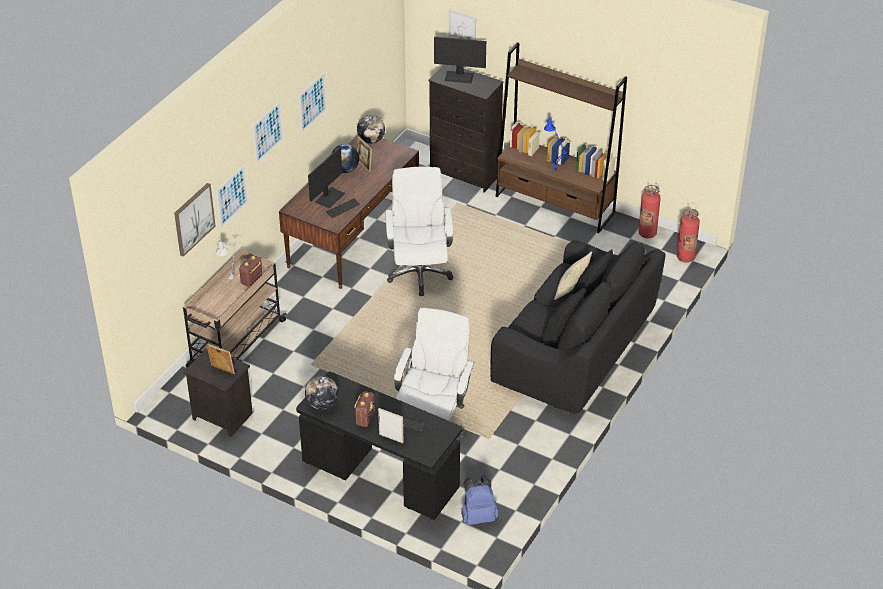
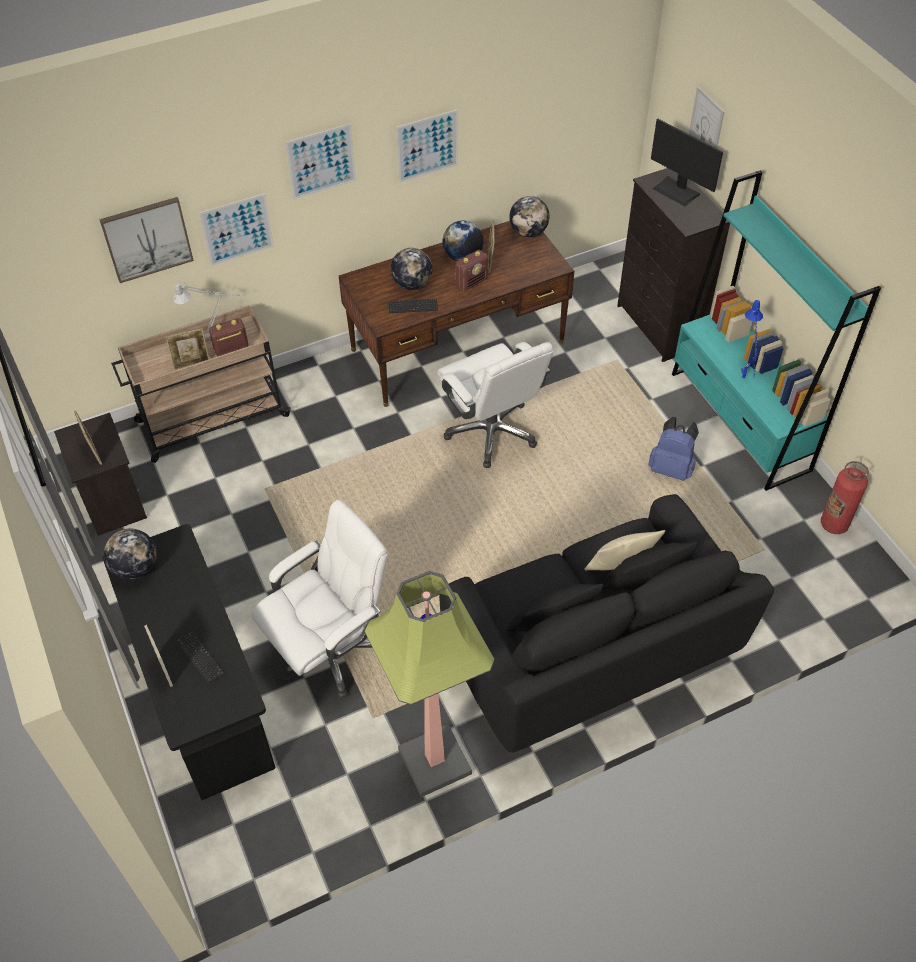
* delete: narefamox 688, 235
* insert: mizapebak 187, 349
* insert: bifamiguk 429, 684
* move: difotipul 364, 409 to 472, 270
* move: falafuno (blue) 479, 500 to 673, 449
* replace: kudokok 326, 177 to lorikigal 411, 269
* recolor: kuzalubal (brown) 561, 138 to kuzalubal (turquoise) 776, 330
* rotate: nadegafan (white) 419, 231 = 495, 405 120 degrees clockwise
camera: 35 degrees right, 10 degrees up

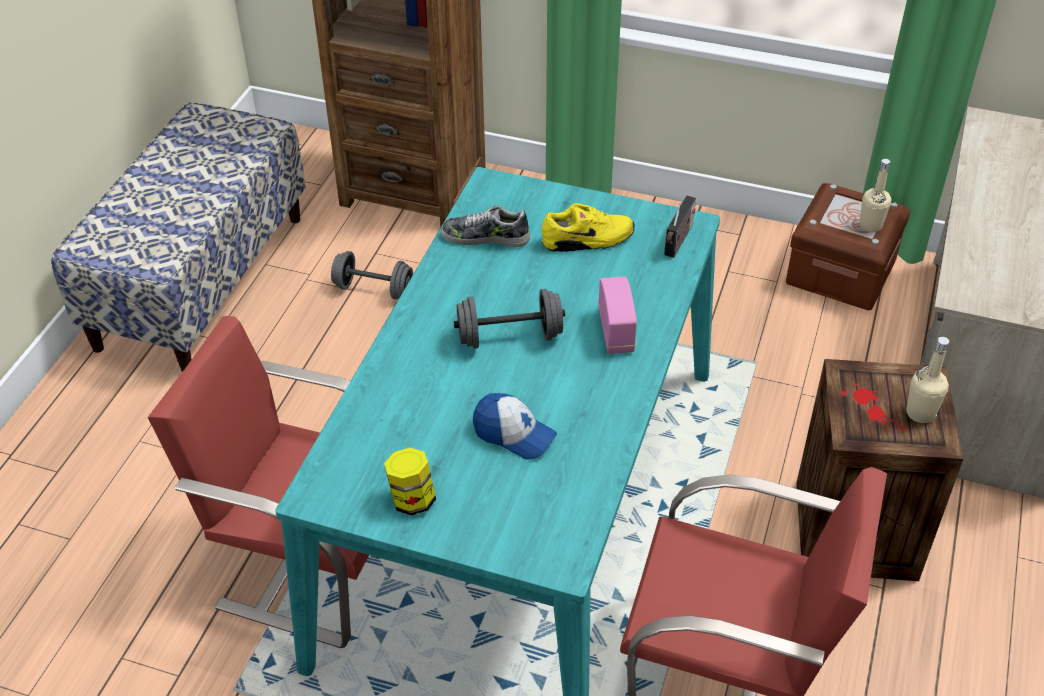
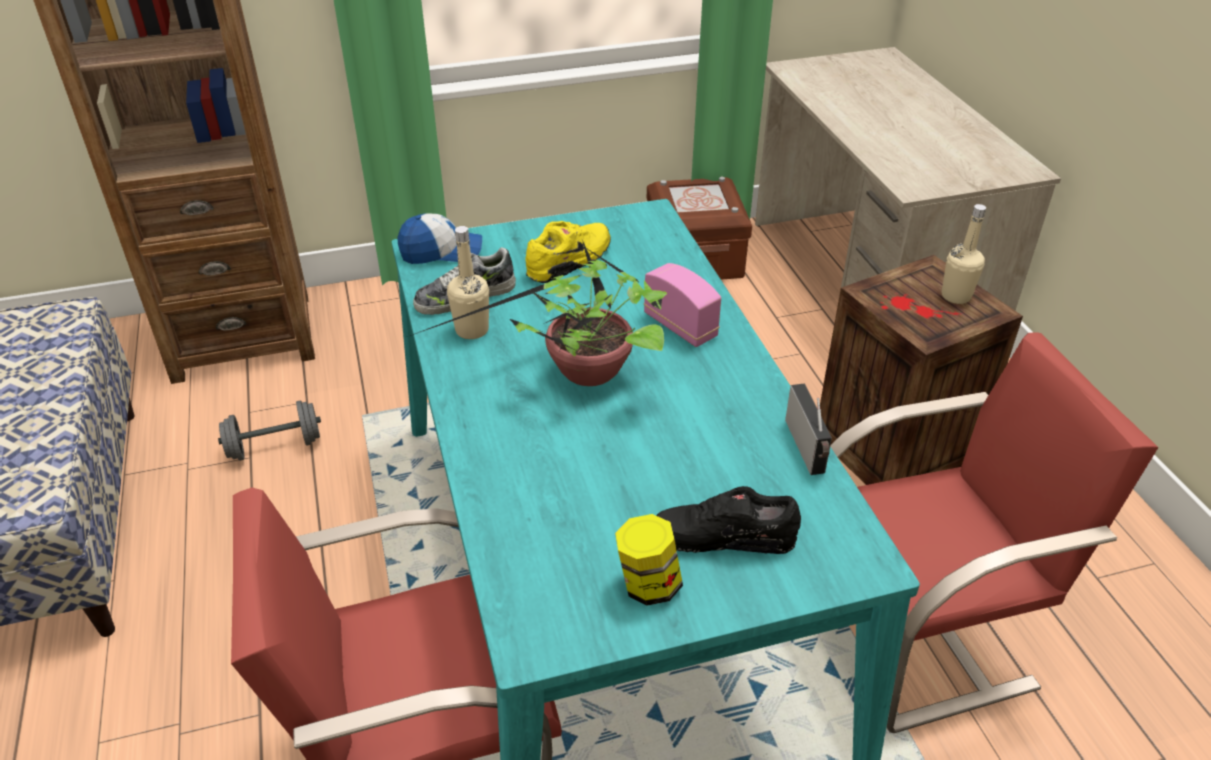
* insert: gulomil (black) 728, 520
* move: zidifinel 515, 426 to 439, 239
* move: difotipul 680, 226 to 808, 429
* move: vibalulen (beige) 875, 195 to 468, 282
* replace: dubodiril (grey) 509, 319 to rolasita 538, 313
camera: 35 degrees left, 5 degrees down

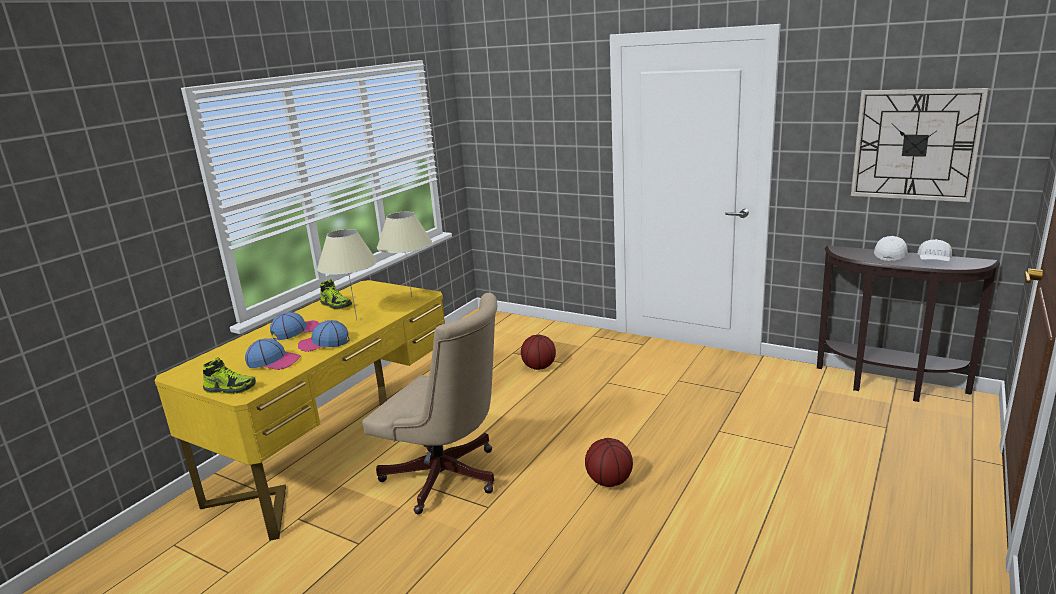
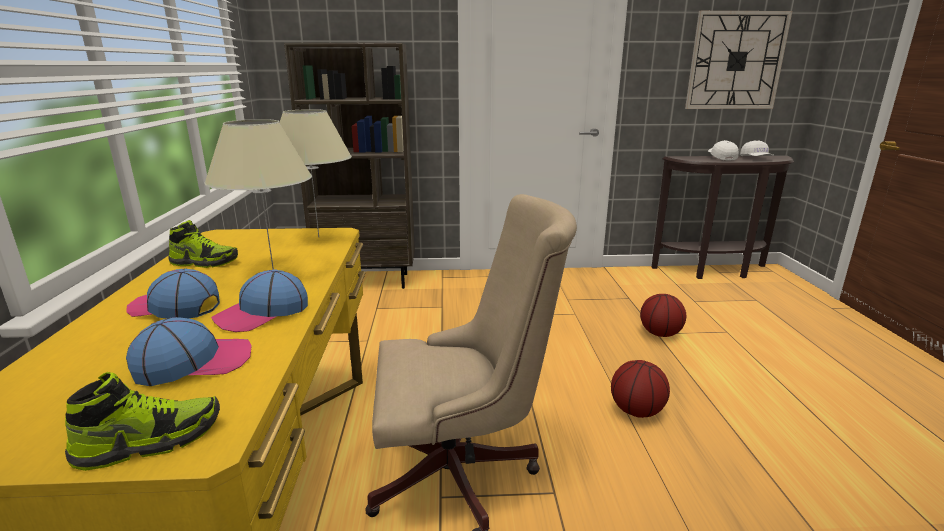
* insert: kuzalubal (brown) 349, 166
* move: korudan 538, 352 to 663, 315
* rotate: zidifinel 295, 326 = 173, 294 90 degrees counterclockwise
camera: 35 degrees left, 0 degrees up

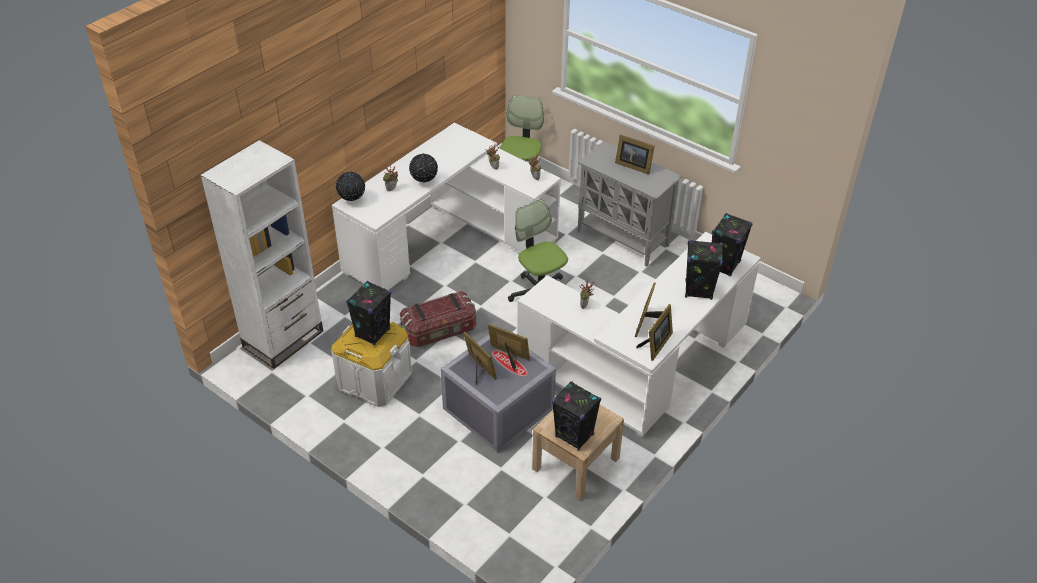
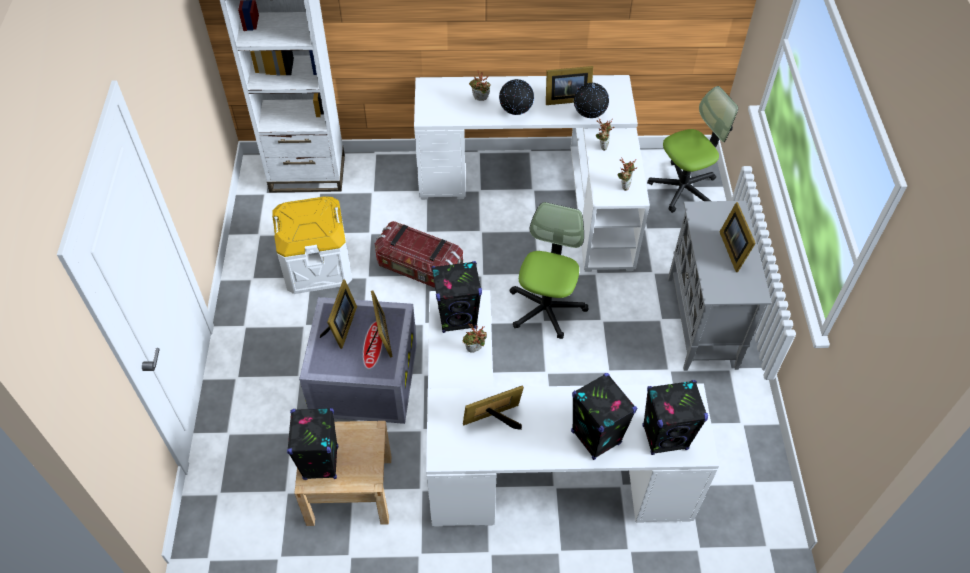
* move: lorikigal 350, 186 to 591, 100
* move: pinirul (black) 368, 313 to 457, 297
* move: mizapebak 654, 332 to 569, 85
camera: 50 degrees right, 10 degrees up

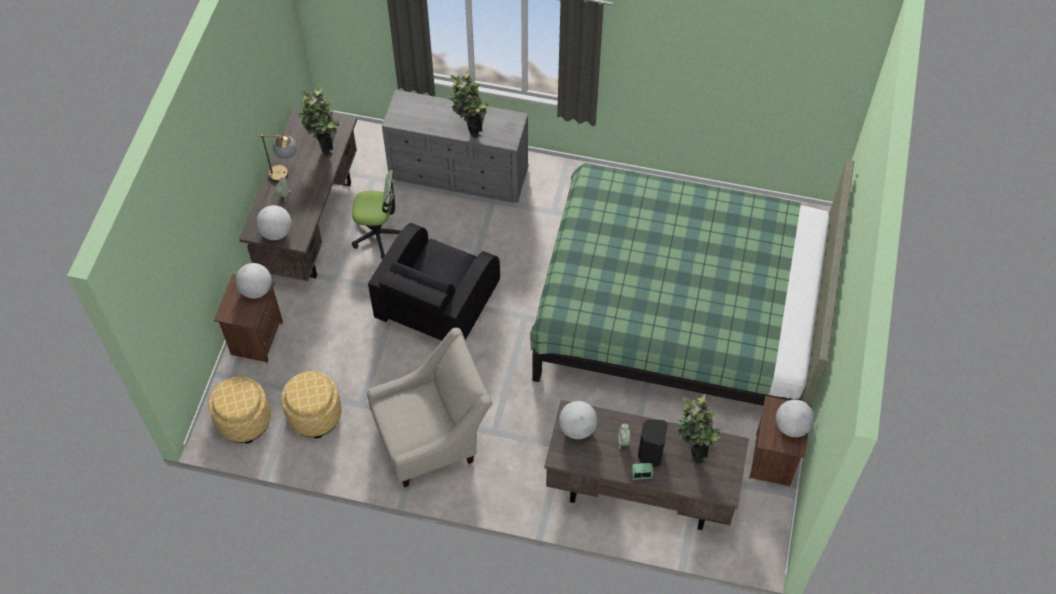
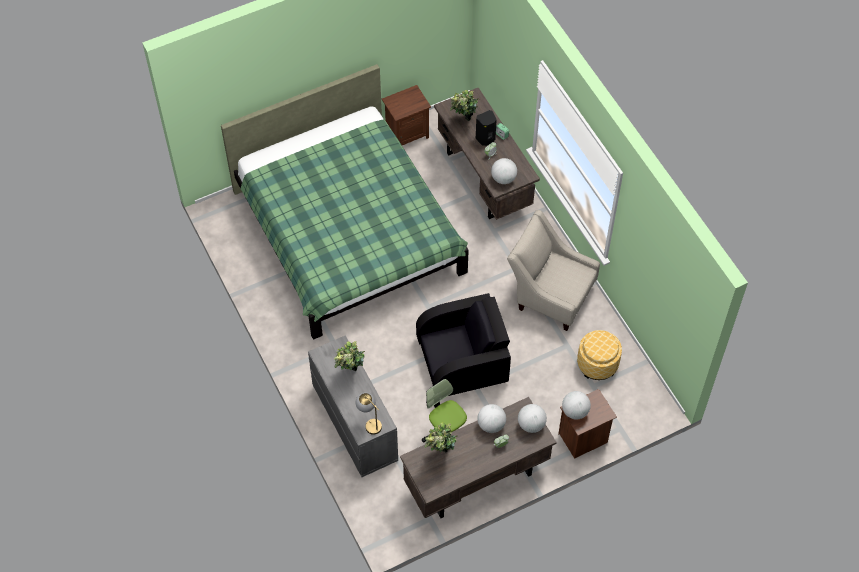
* delete: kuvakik 240, 410
* move: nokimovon 276, 158 to 369, 413
* move: lorikigal 795, 418 to 491, 418
camera: 130 degrees left, 0 degrees up

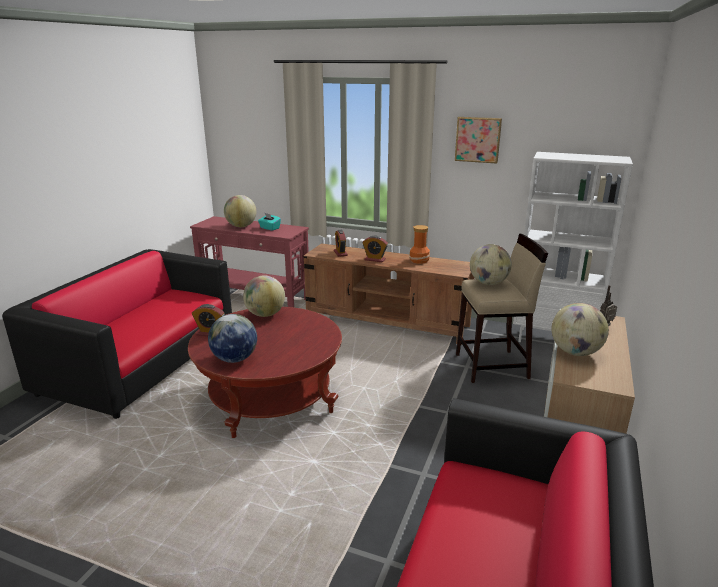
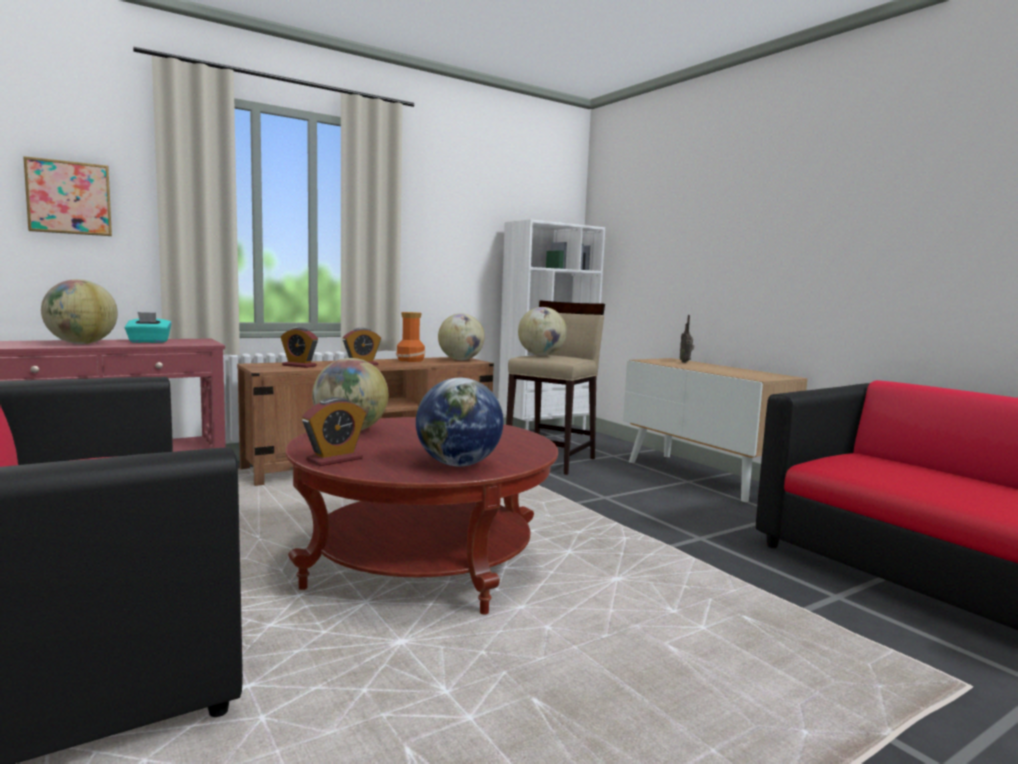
* move: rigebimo 478, 140 to 67, 196
* move: lorikigal 580, 329 to 461, 336
camera: 55 degrees left, 15 degrees down

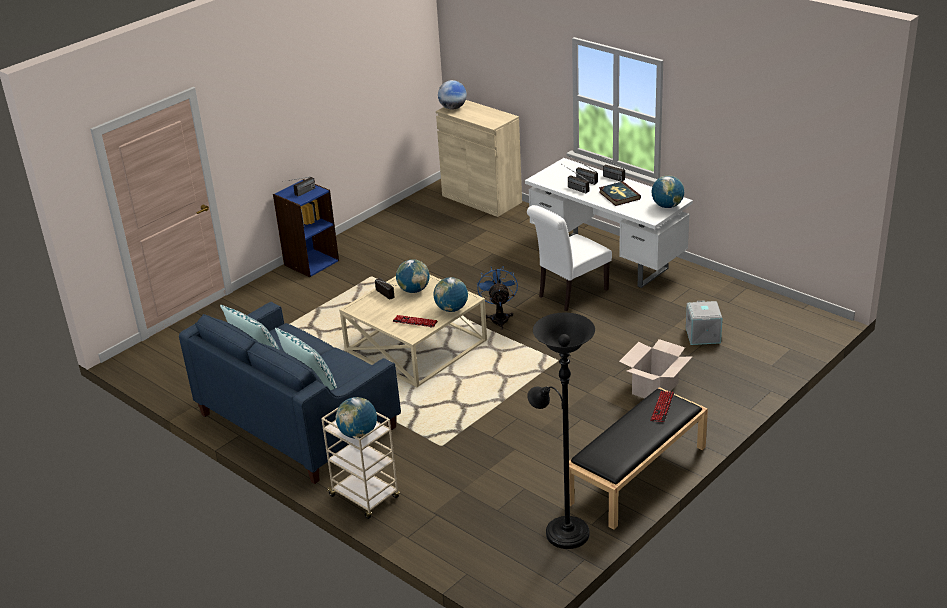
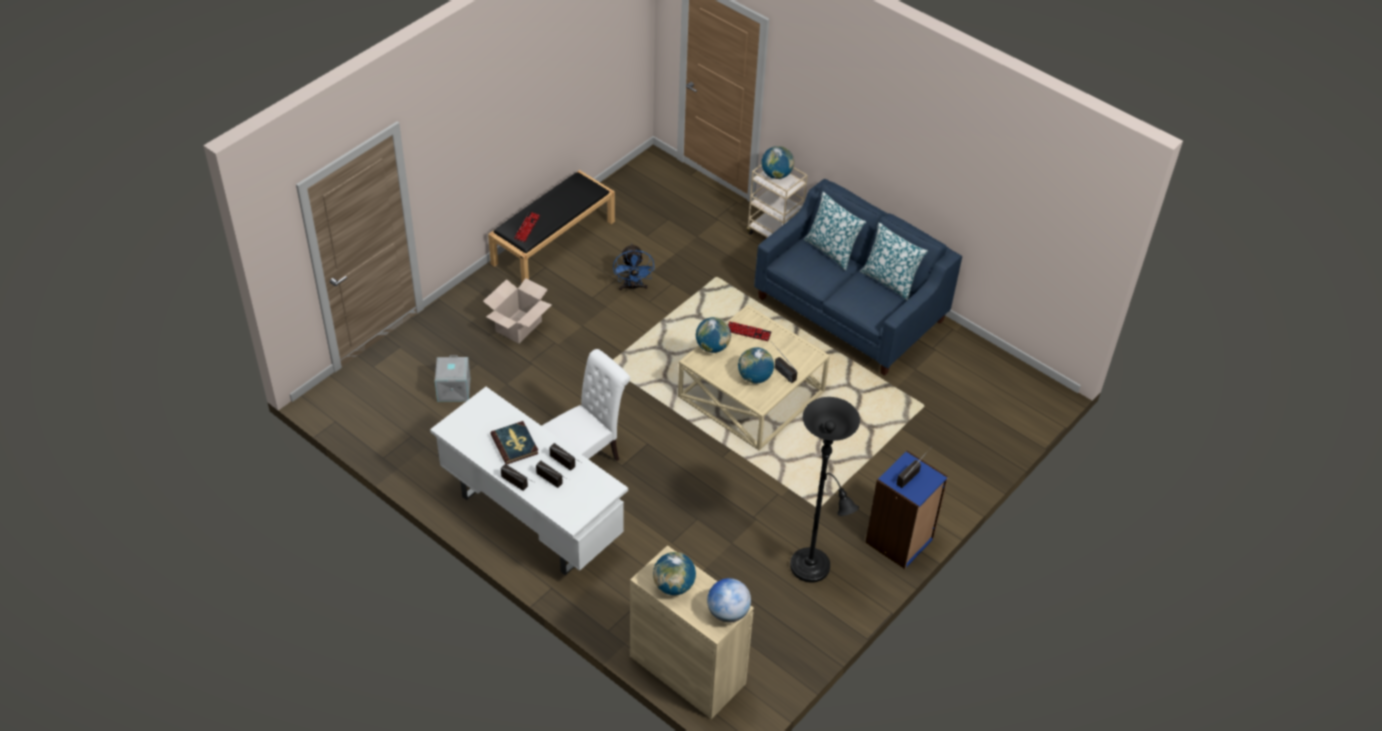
* move: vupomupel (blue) 497, 298 to 634, 267
* move: bifamiguk (black) 561, 431 to 825, 490
* move: lorikigal 668, 191 to 674, 573
camera: 175 degrees right, 15 degrees up

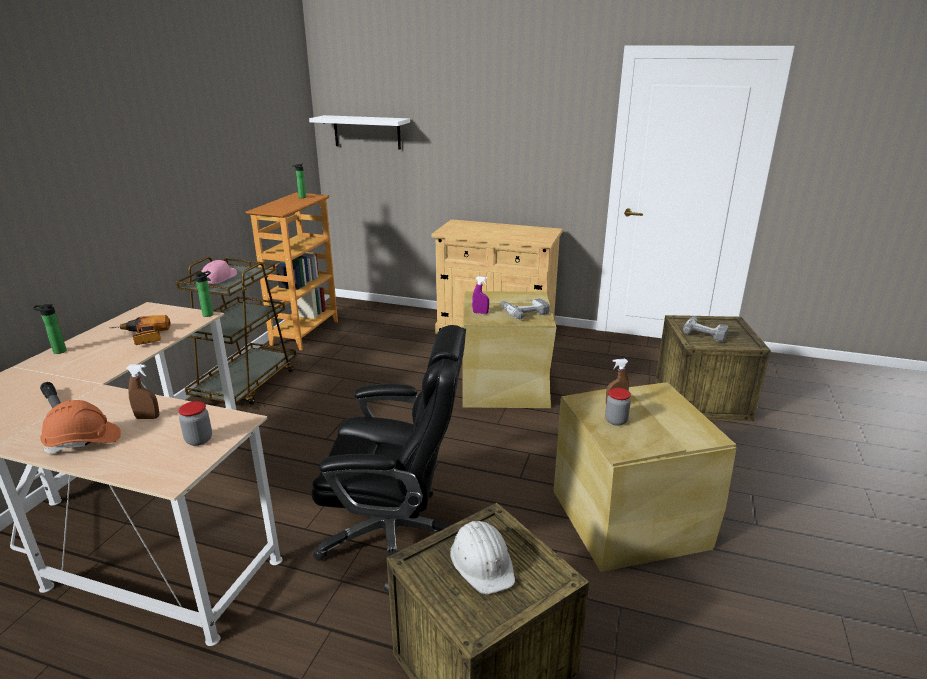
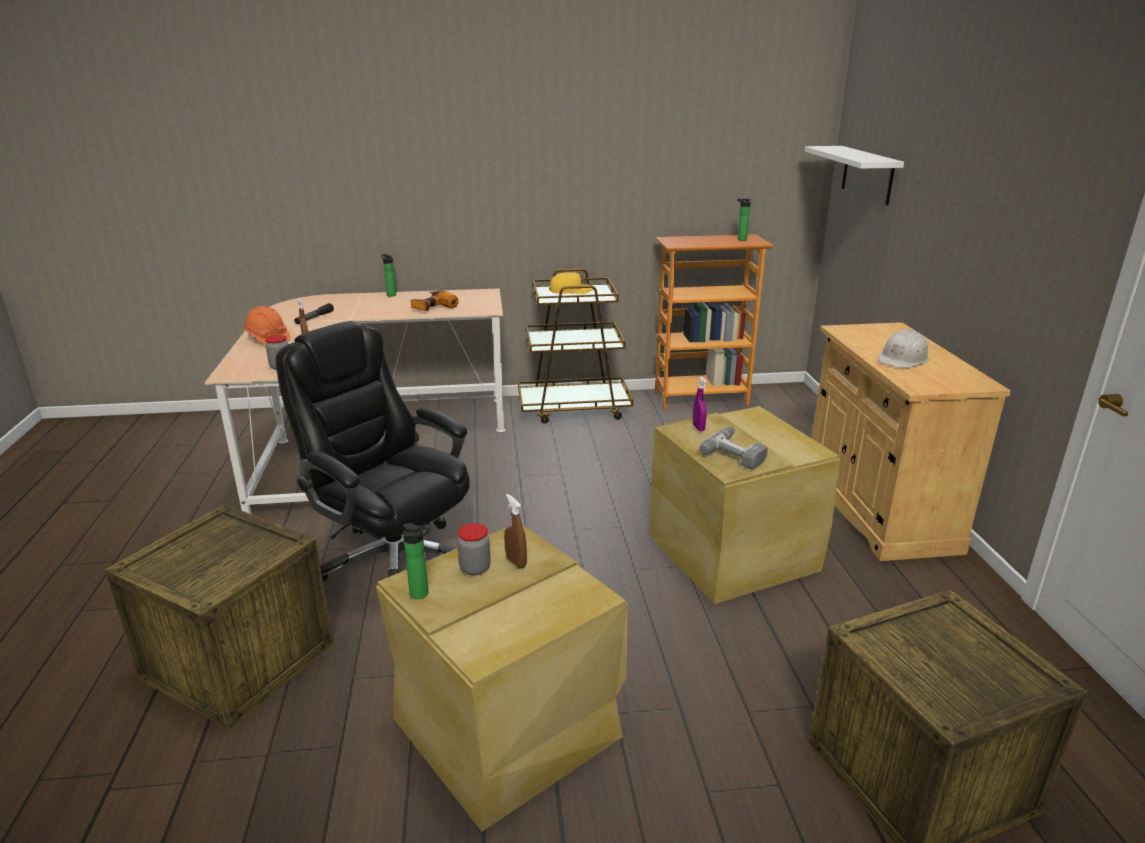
* delete: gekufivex 706, 329
* move: vibalulen 203, 294 to 416, 561
* move: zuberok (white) 482, 557 to 903, 348
* recolor: zidifinel (pink) 219, 272 to zidifinel (yellow) 571, 283
* rotate: nadegafan (black) 389, 458 = 373, 451 150 degrees clockwise
camera: 65 degrees right, 0 degrees up

